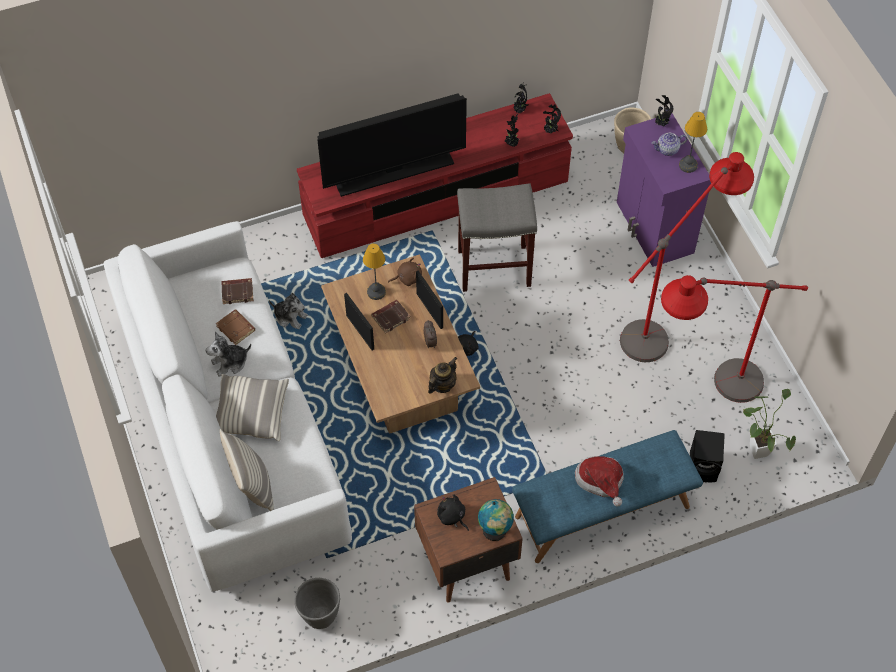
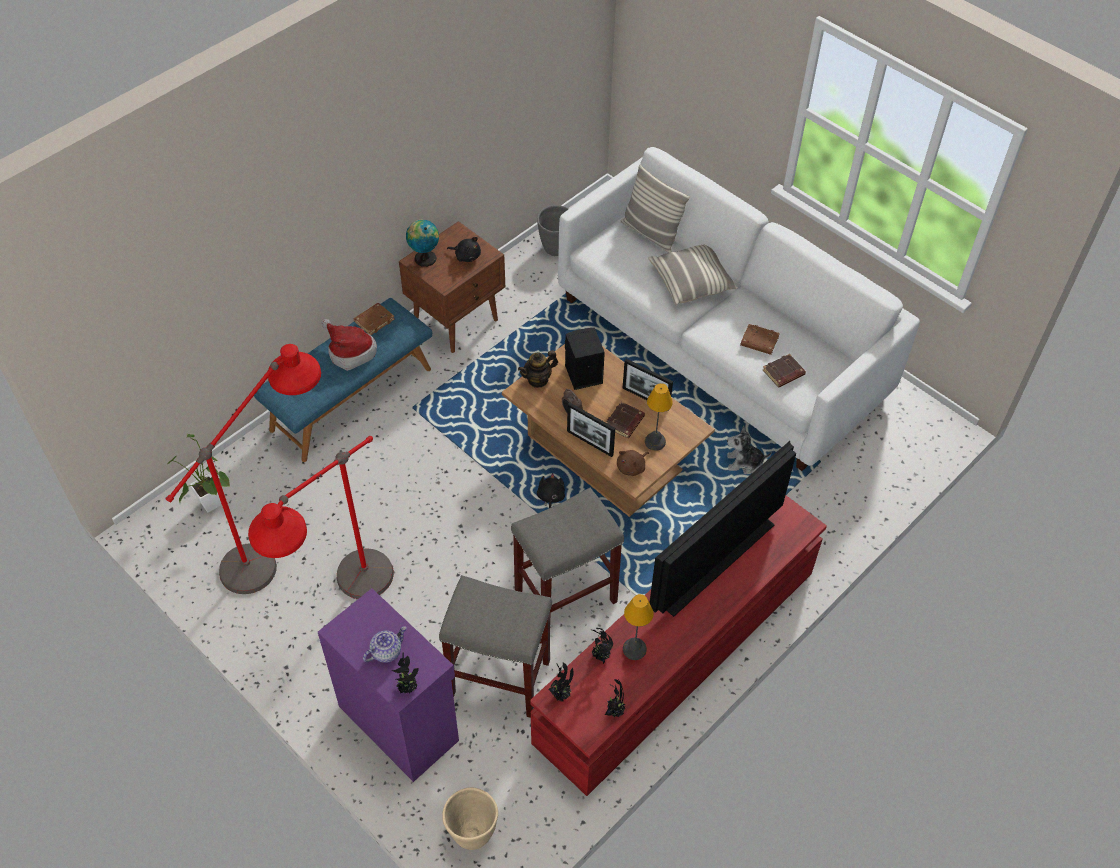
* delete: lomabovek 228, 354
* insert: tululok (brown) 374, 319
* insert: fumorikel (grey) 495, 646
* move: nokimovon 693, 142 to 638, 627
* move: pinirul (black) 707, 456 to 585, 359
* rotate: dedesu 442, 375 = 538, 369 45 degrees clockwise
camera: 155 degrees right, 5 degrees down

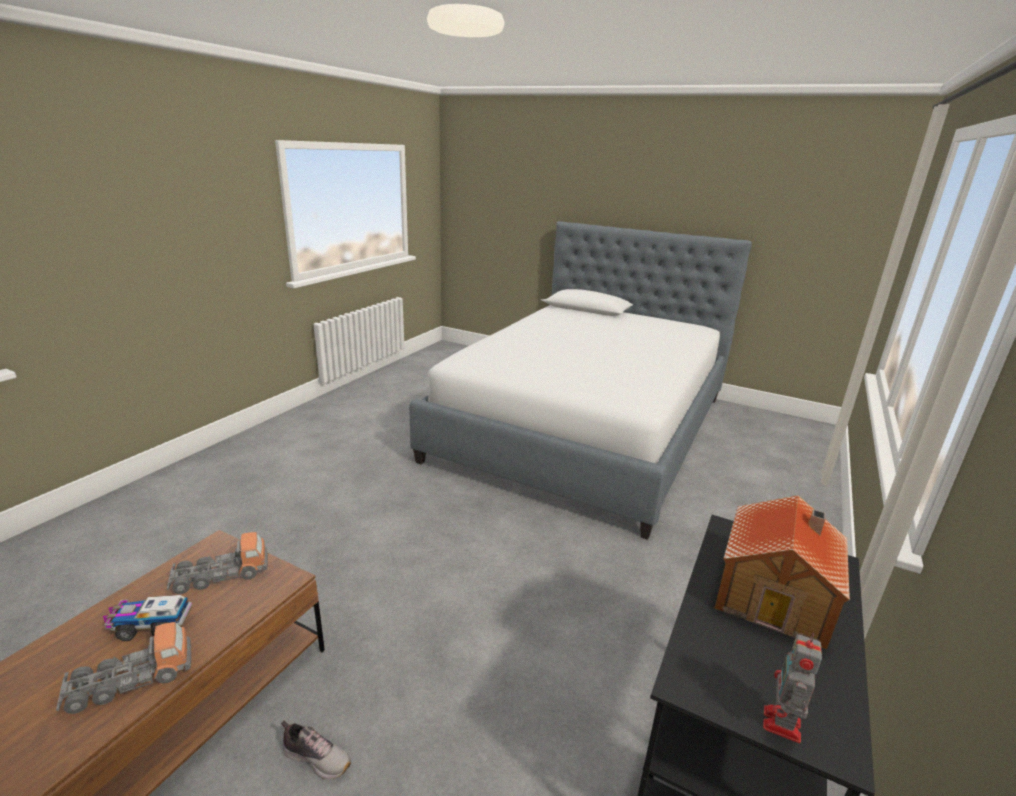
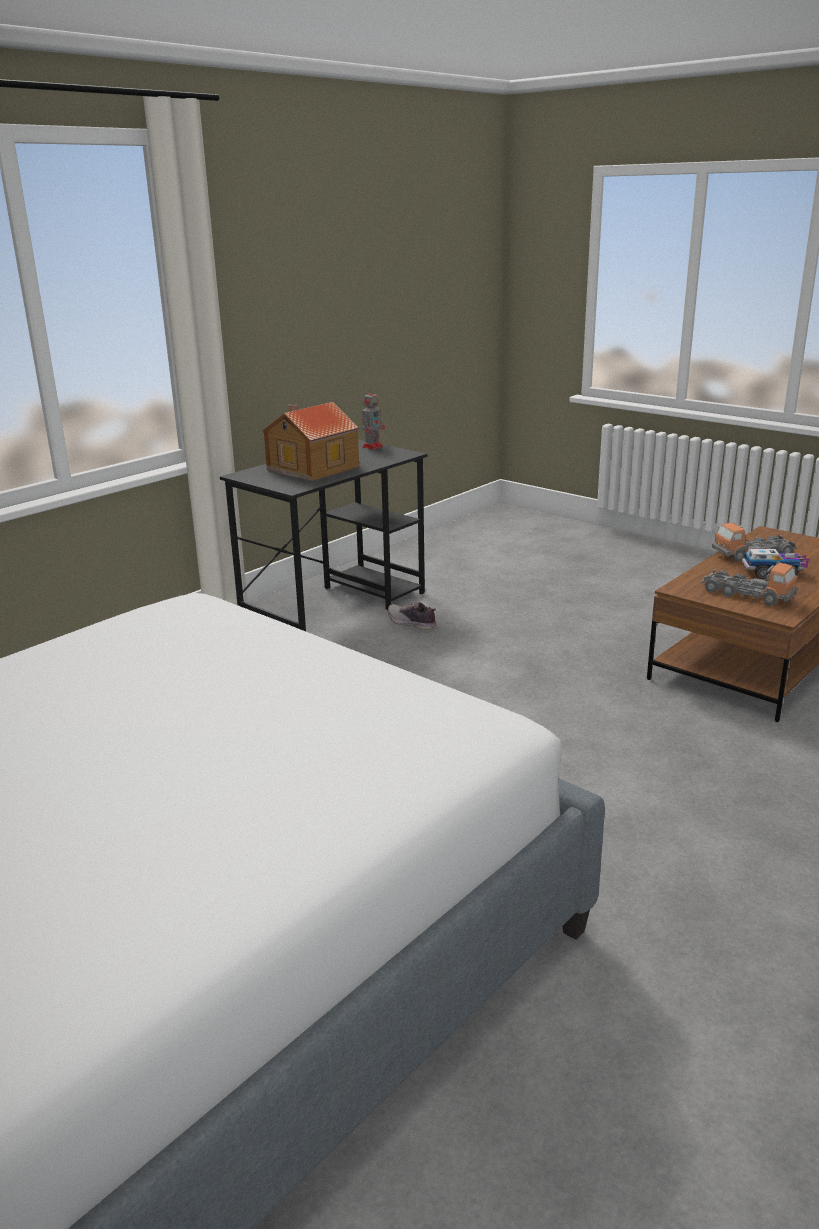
* move: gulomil 316, 750 to 412, 616
* rotate: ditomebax 217, 563 = 749, 584 135 degrees counterclockwise
camera: 165 degrees left, 0 degrees up

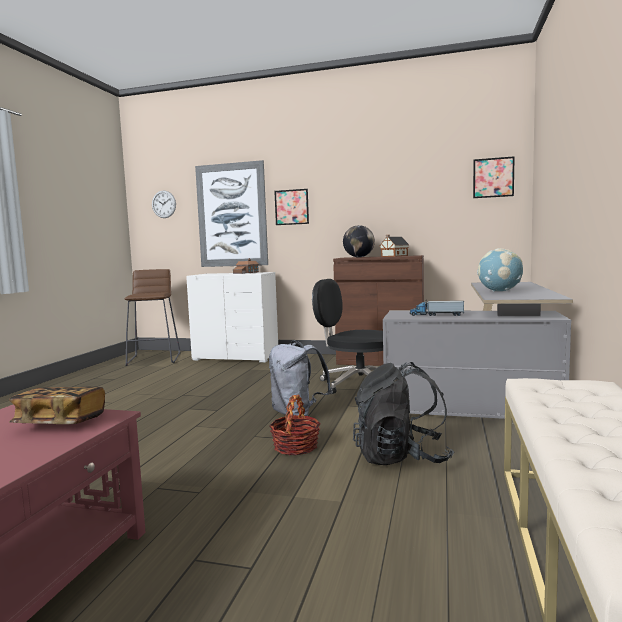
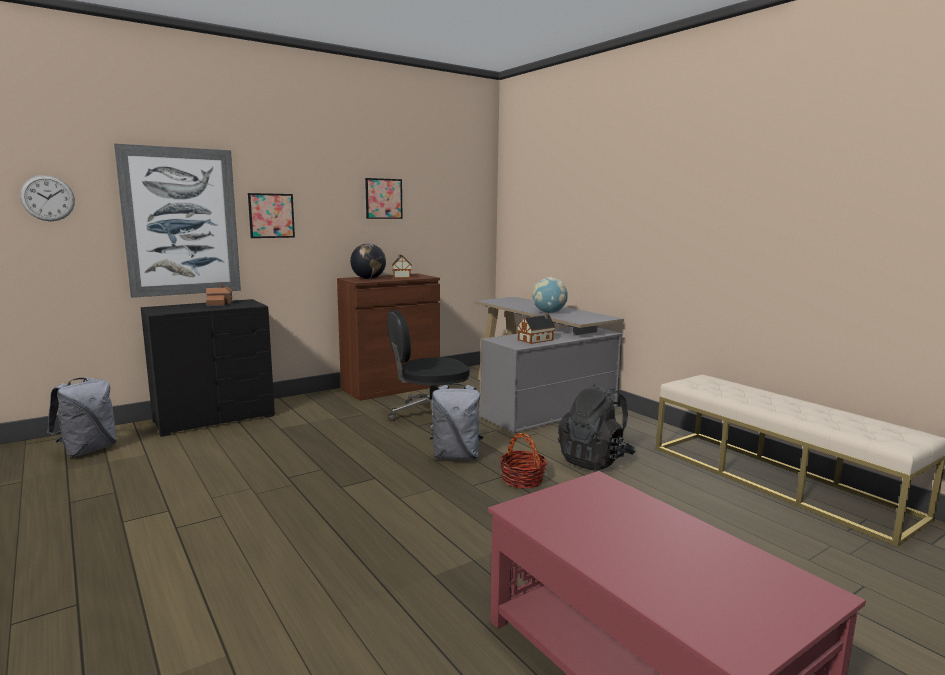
* delete: tululok 57, 405
* move: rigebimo 494, 177 to 384, 198
* replace: fumorikel (brown) 153, 317 to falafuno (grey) 81, 417
* replace: ditomebax 437, 308 to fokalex 536, 328
* recolor: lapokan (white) 232, 317 to lapokan (black) 208, 368
camera: 50 degrees left, 5 degrees up

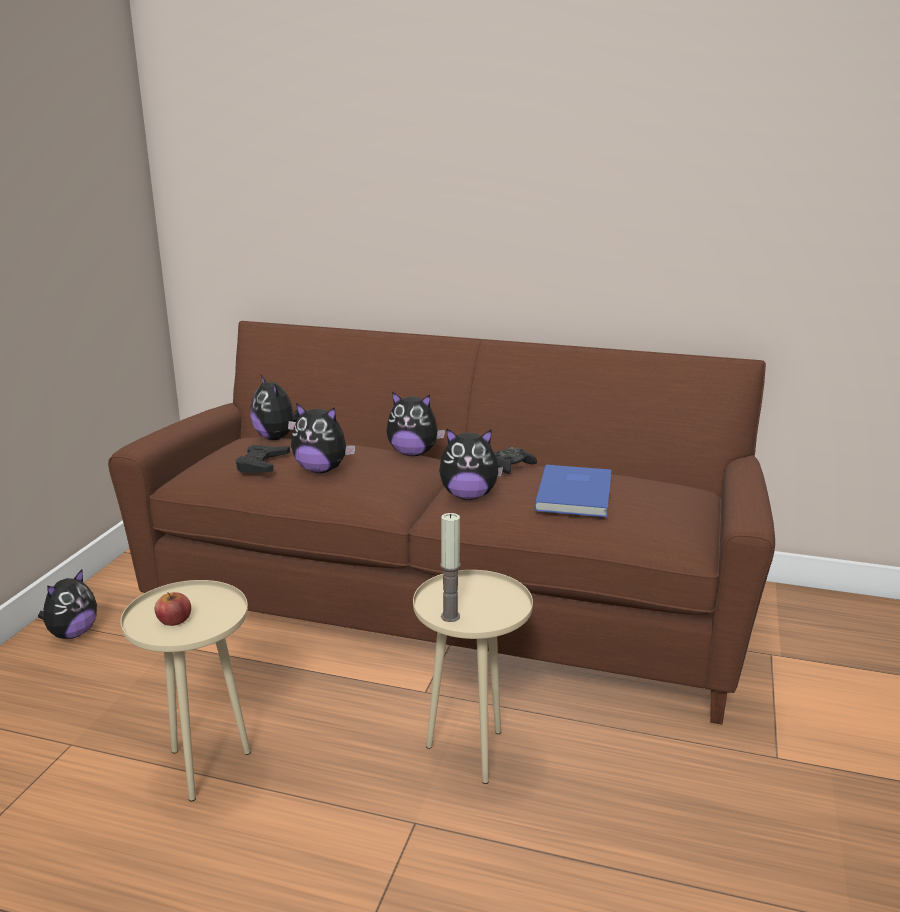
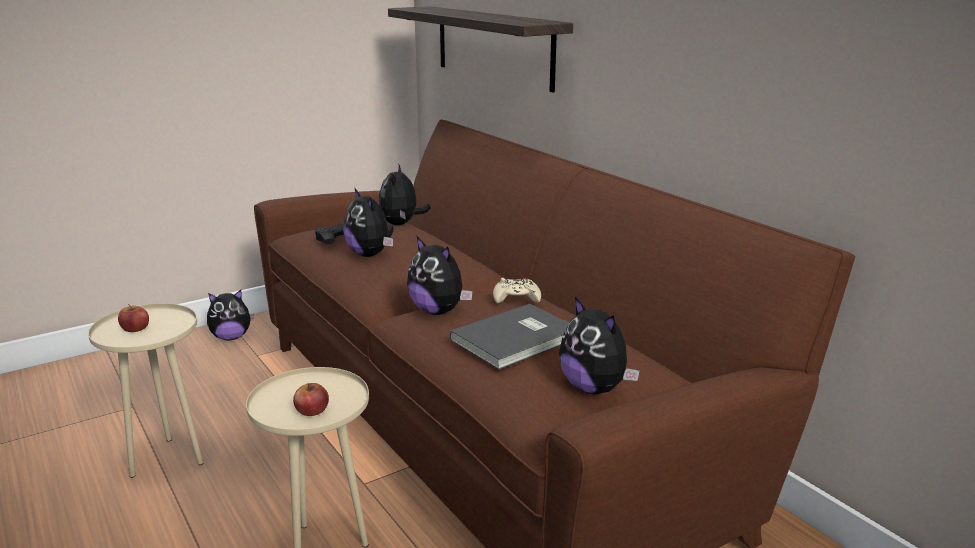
* delete: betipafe 450, 567
* insert: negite 311, 399
* insert: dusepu 480, 49
* move: lomabovek 416, 424 to 599, 345
* recolor: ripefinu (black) 515, 460 to ripefinu (beige) 517, 290
* recolor: tululok (blue) 572, 491 to tululok (grey) 509, 337
camera: 40 degrees right, 0 degrees up

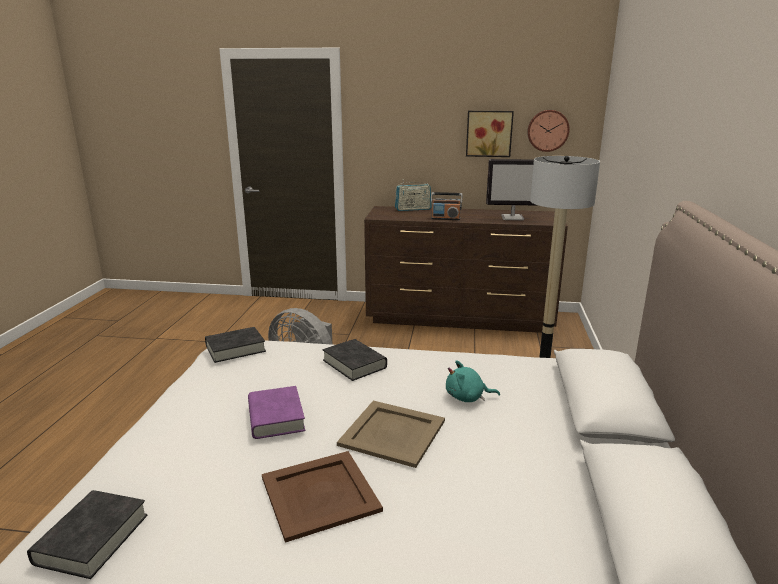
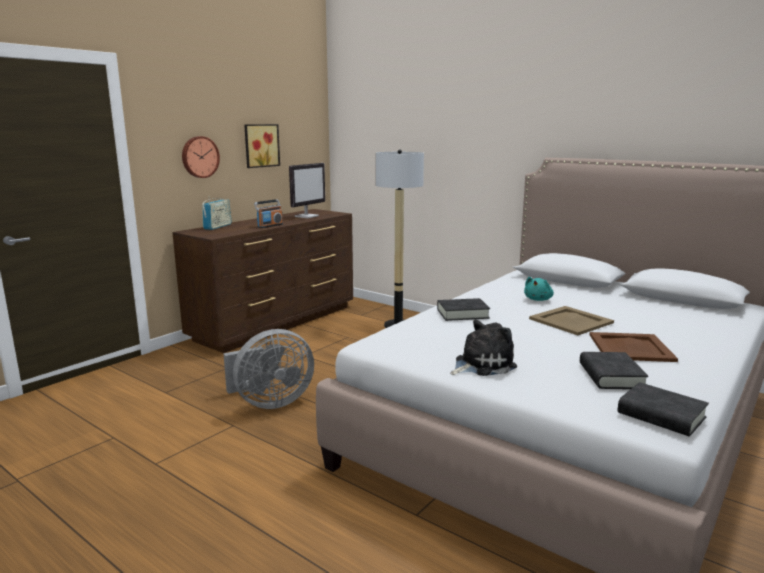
* delete: tululok (purple) 276, 412
* insert: lomabovek 483, 348
* move: tululok (black) 235, 345 to 614, 370
* move: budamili 548, 131 to 201, 157
camera: 60 degrees left, 5 degrees down

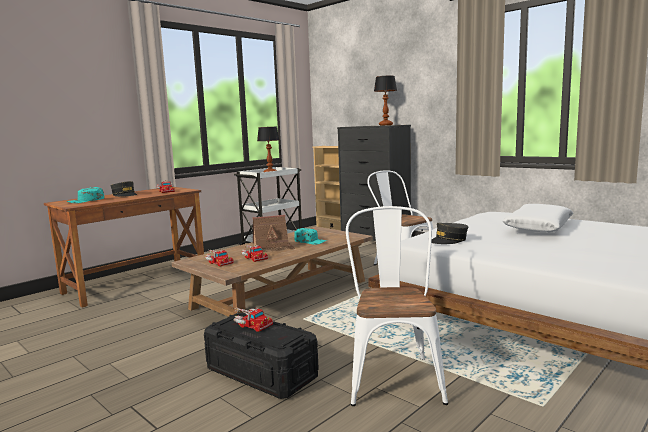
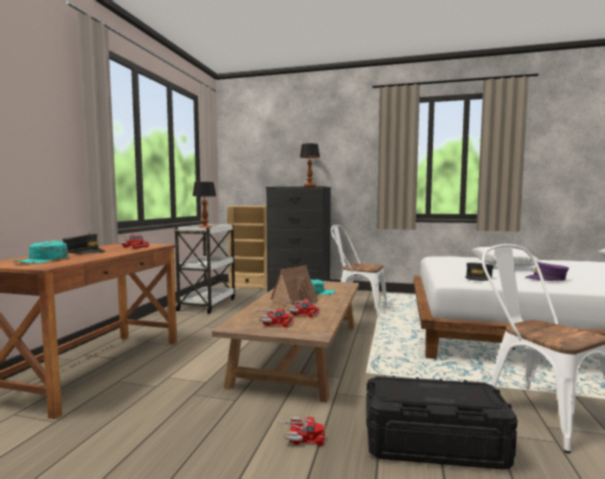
* insert: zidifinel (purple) 547, 271
* move: ditomebax 253, 319 to 301, 431
camera: 30 degrees left, 5 degrees down

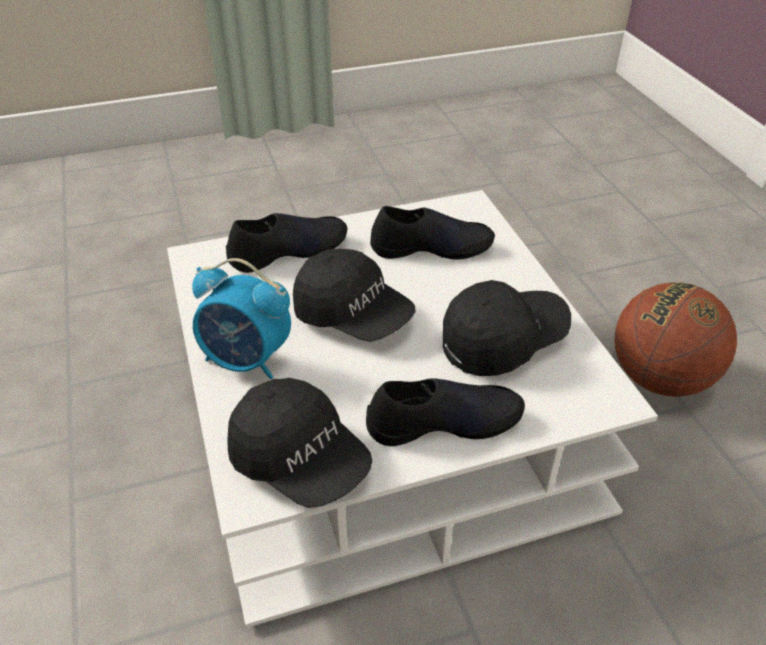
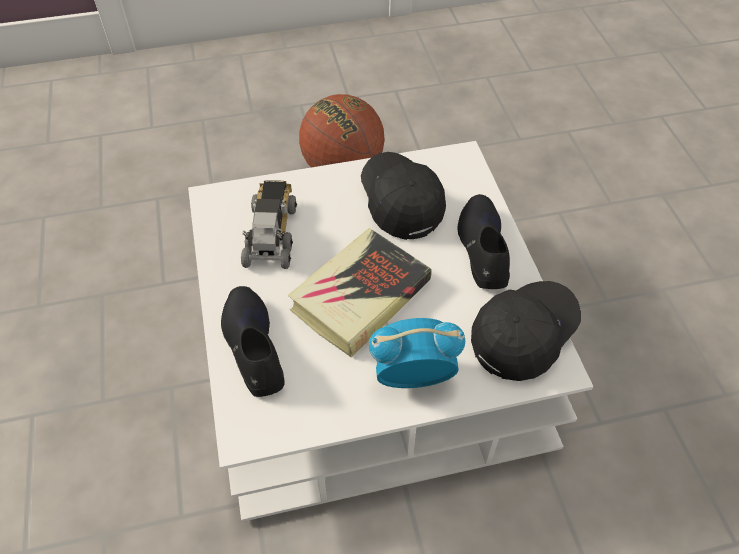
* replace: zidifinel (black) 354, 295 to tululok 360, 293
* replace: gulomil (black) 432, 232 to ditomebax 269, 224
* rotate: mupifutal 241, 318 = 417, 353 120 degrees counterclockwise
camera: 85 degrees left, 10 degrees up

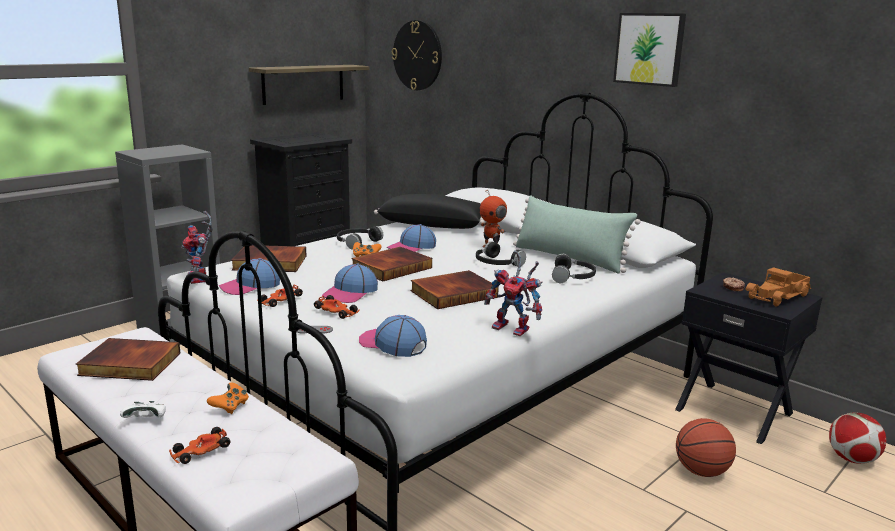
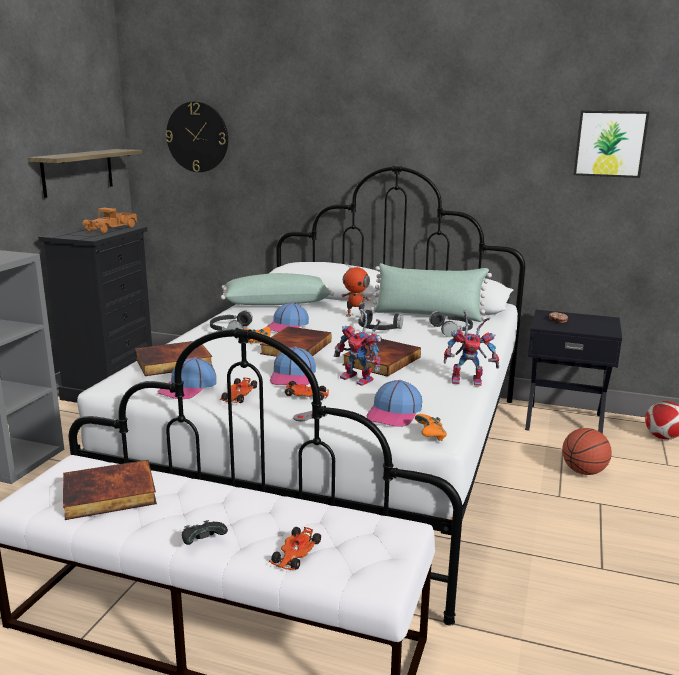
* move: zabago 196, 247 to 358, 347
* move: ripefinu (orange) 228, 398 to 431, 427
* move: rigebimo 649, 50 to 612, 144
* move: ditomebax 778, 287 to 109, 220
* recolor: ripefinu (white) 143, 409 to ripefinu (black) 205, 532
* recolor: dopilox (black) 429, 211 to dopilox (green) 277, 289
* rotate: zidifinel 393, 336 = 394, 403 75 degrees counterclockwise
camera: 25 degrees left, 0 degrees up

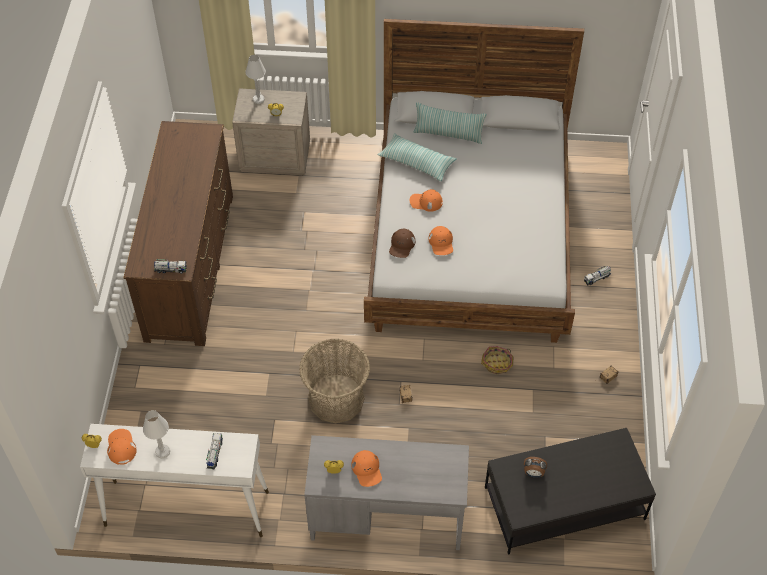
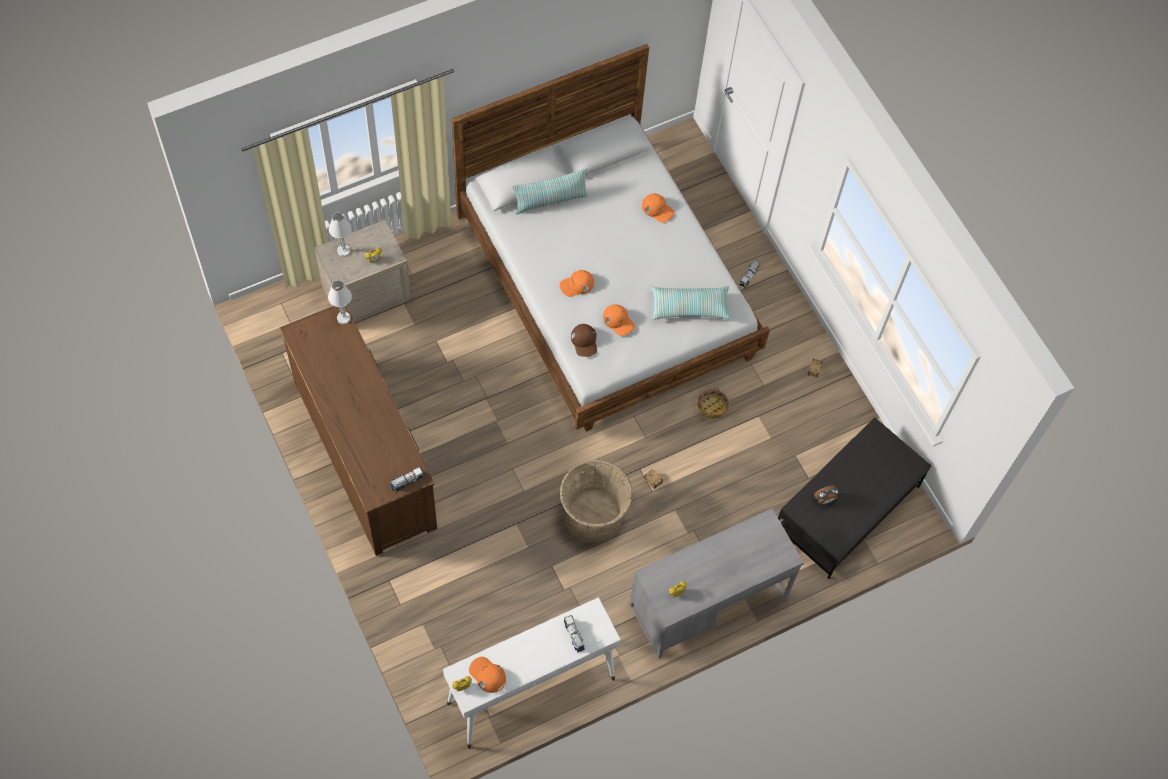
* move: nokimovon (white) 156, 434 to 340, 303
* move: zidifinel (orange) 366, 468 to 658, 208
* move: dopilox 417, 157 to 691, 303
camera: 35 degrees left, 10 degrees up

